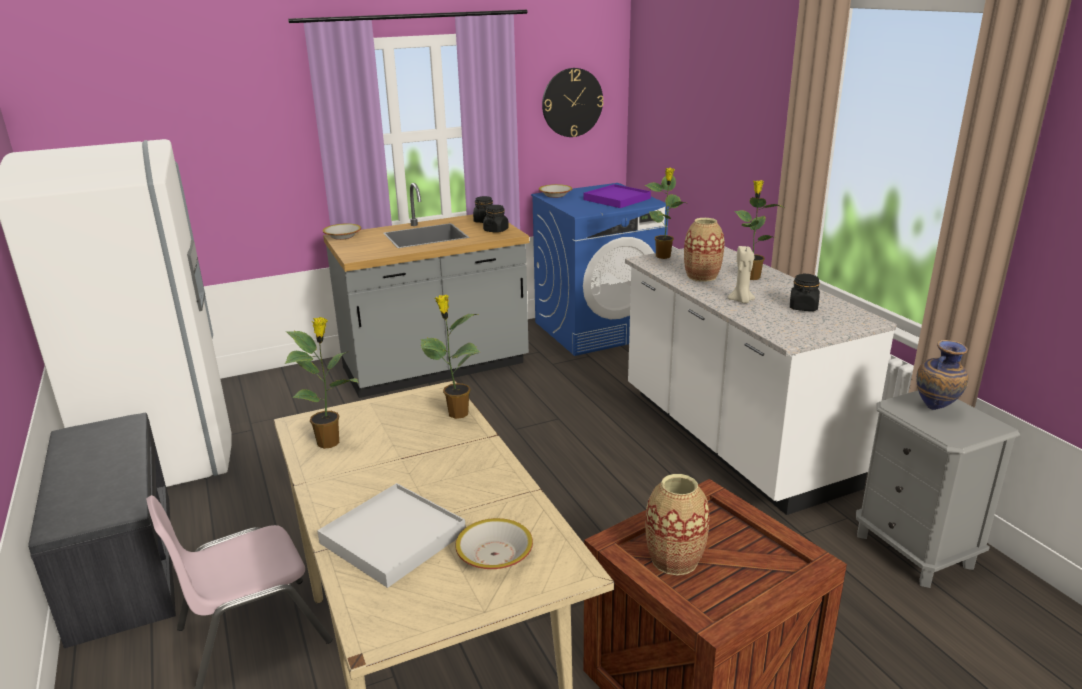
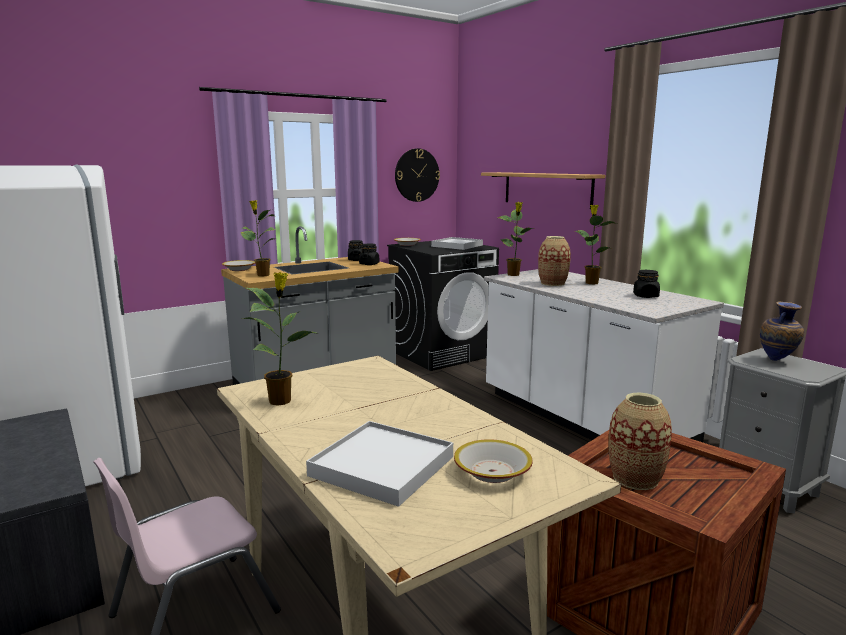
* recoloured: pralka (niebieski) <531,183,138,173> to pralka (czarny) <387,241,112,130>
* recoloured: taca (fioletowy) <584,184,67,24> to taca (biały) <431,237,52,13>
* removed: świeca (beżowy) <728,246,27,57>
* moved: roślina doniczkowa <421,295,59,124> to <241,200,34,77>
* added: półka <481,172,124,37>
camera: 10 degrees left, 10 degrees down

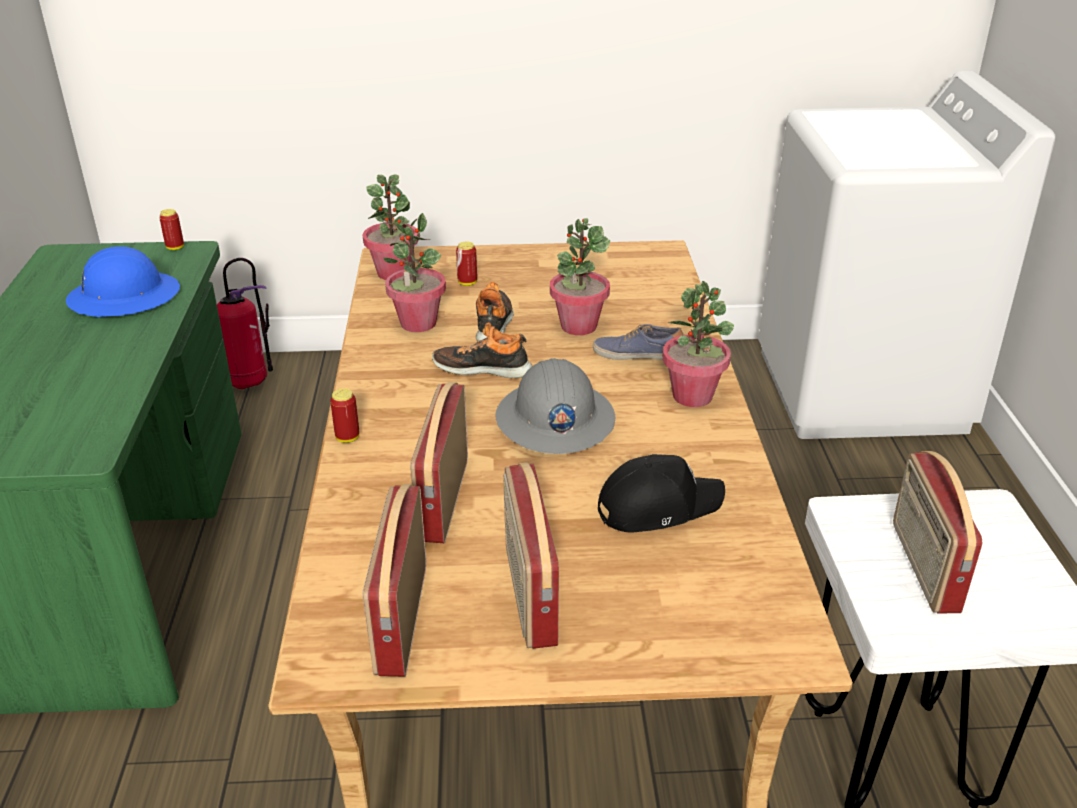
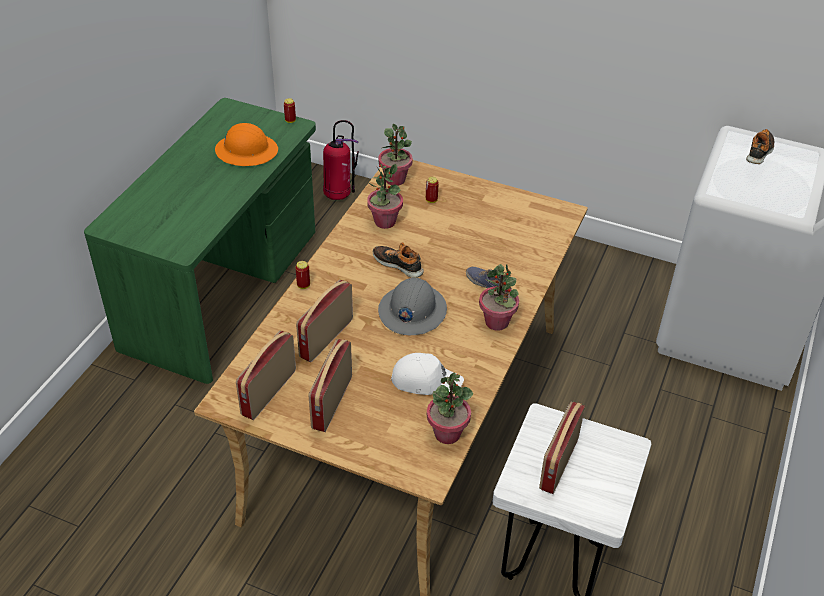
* moved: roślina doniczkowa <550,218,60,117> to <427,372,46,72>
* recoloured: kask (niebieski) <66,246,114,71> to kask (pomarańczowy) <215,123,63,43>
* moved: but <476,282,38,60> to <746,129,28,35>
* recoloured: czapka z daszkiem (czarny) <598,454,127,79> to czapka z daszkiem (biały) <391,353,73,42>
camera: 25 degrees right, 10 degrees up

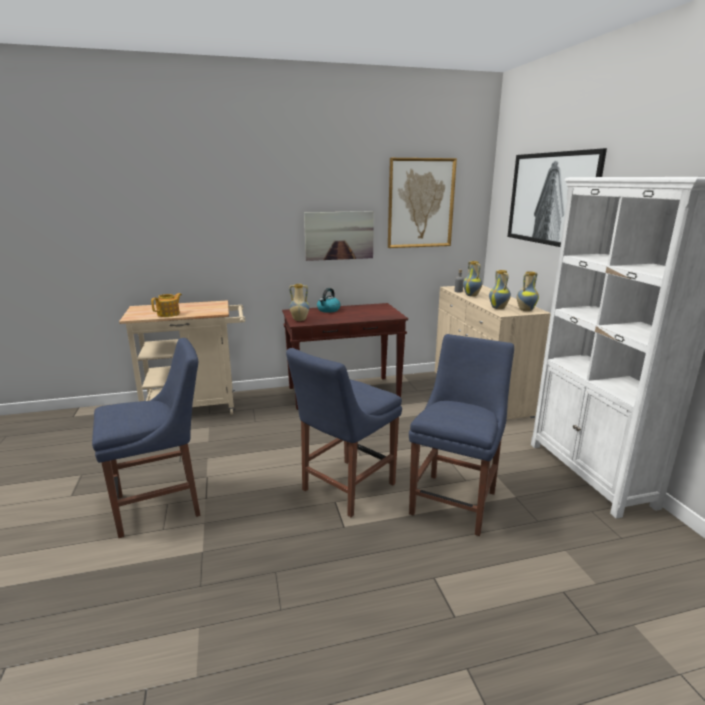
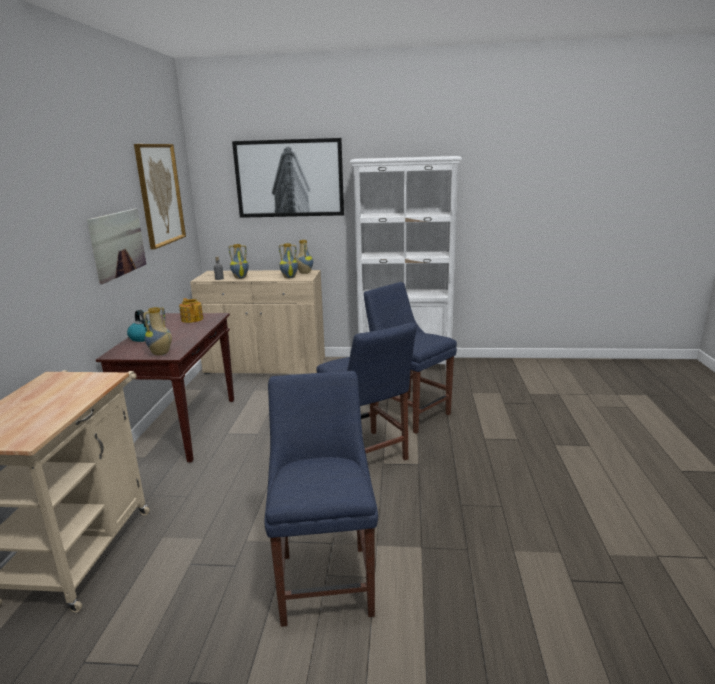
* moved: imbryk <151,293,31,24> to <179,298,24,25>
camera: 70 degrees left, 0 degrees up

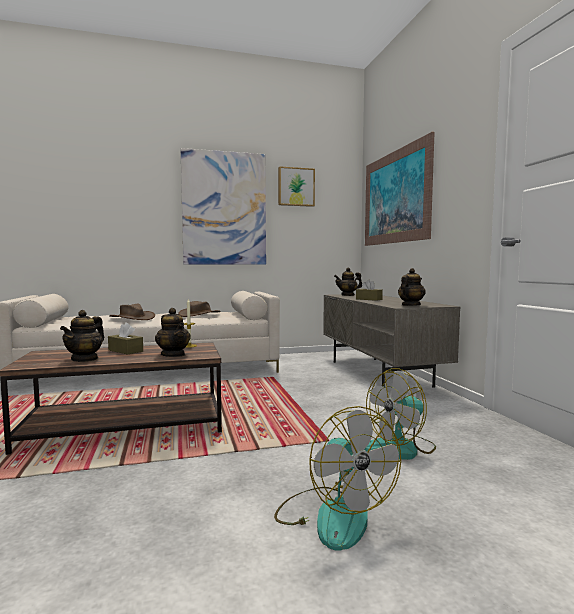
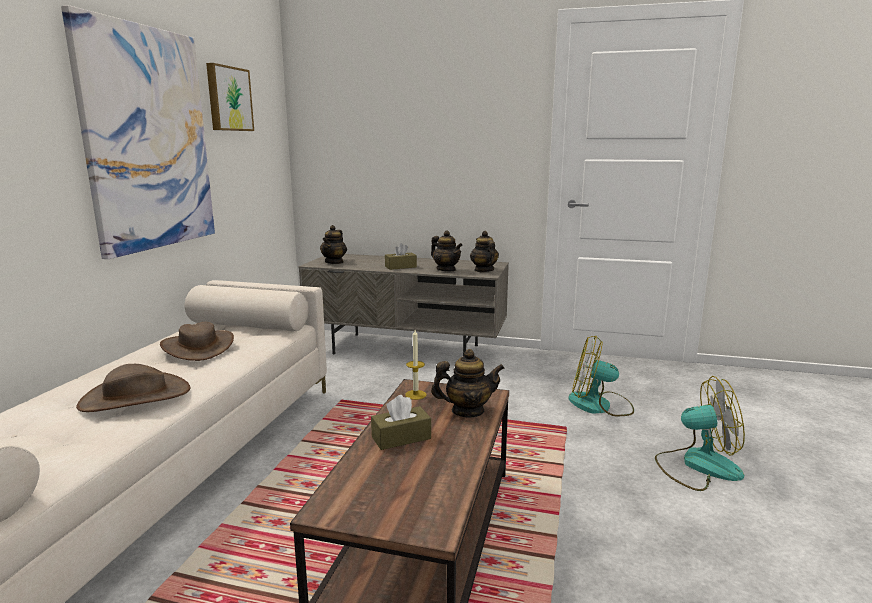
* removed: obraz <365,132,70,114>
* moved: imbryk <60,310,44,52> to <431,231,32,40>
* turned: wentylator <364,368,72,92> = <569,336,65,81> 105 degrees clockwise
camera: 60 degrees left, 10 degrees up

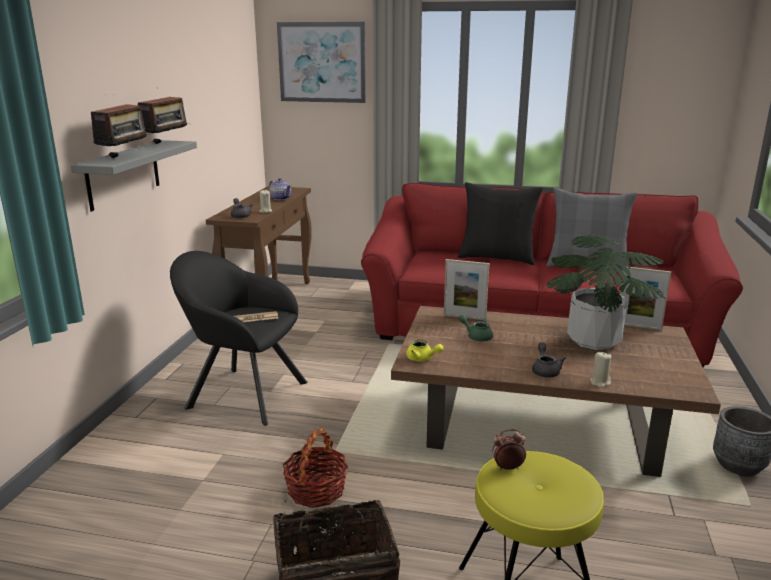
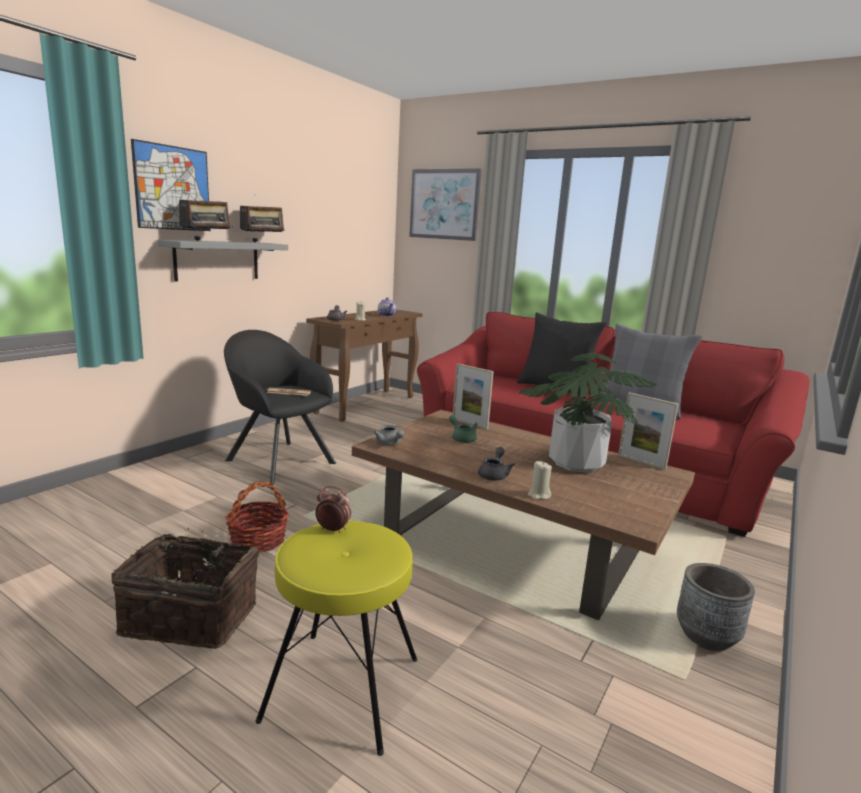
* recoloured: imbryk (żółty) <406,339,37,22> to imbryk (szary) <374,425,30,20>
* added: obraz <131,139,79,92>
camera: 20 degrees right, 5 degrees down

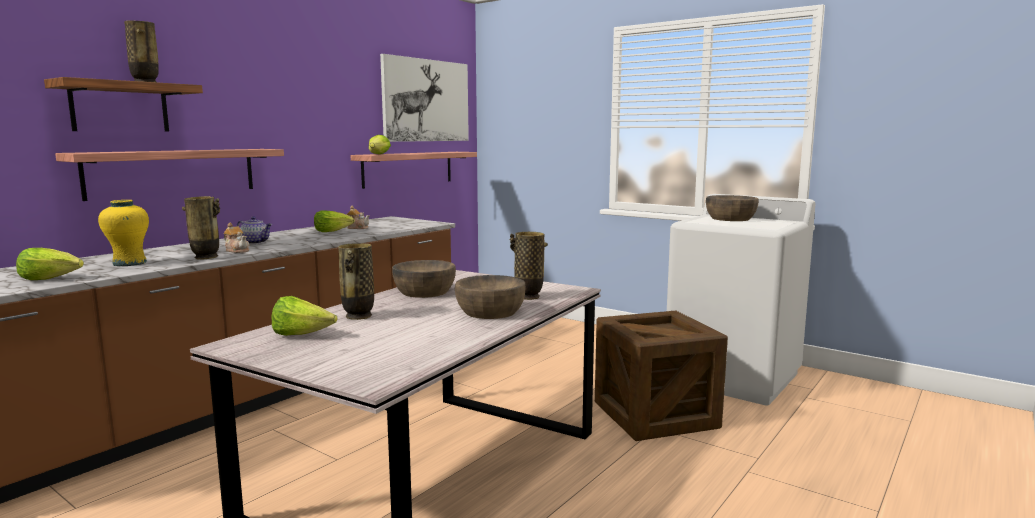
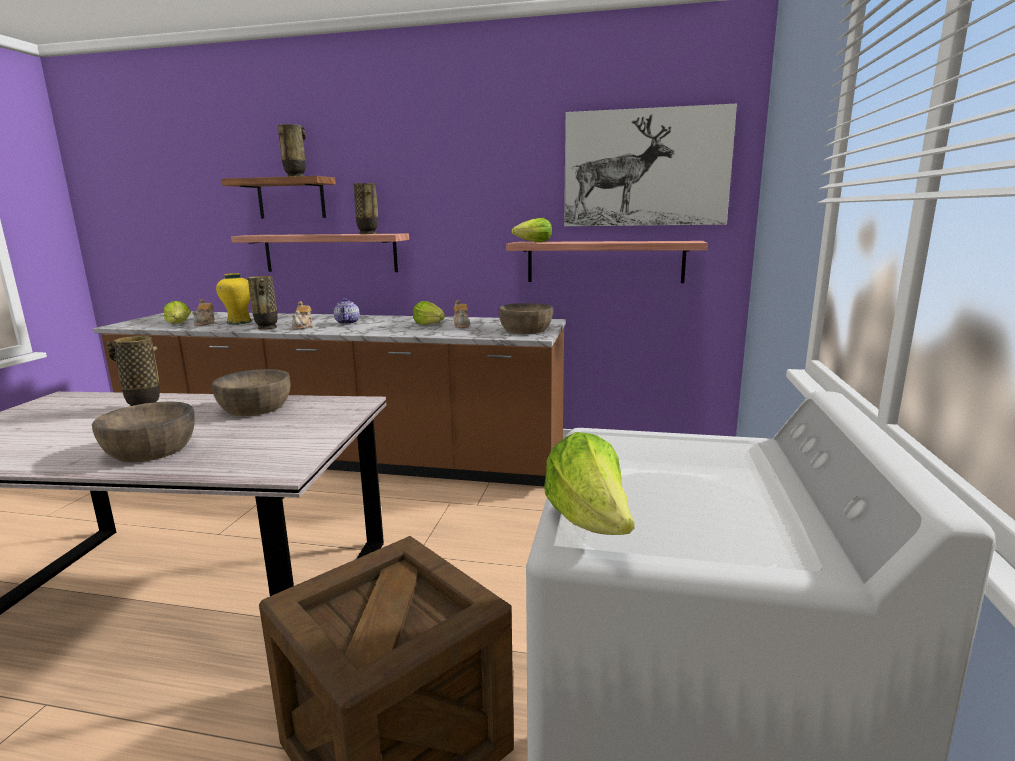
* moved: miska (brązowy) <706,195,53,26> to <499,303,54,31>
* moved: wazon <509,232,39,68> to <353,183,25,51>
* moved: sałata <272,296,65,40> to <544,432,91,103>
* added: imbryk <192,299,23,27>
camera: 65 degrees right, 5 degrees up

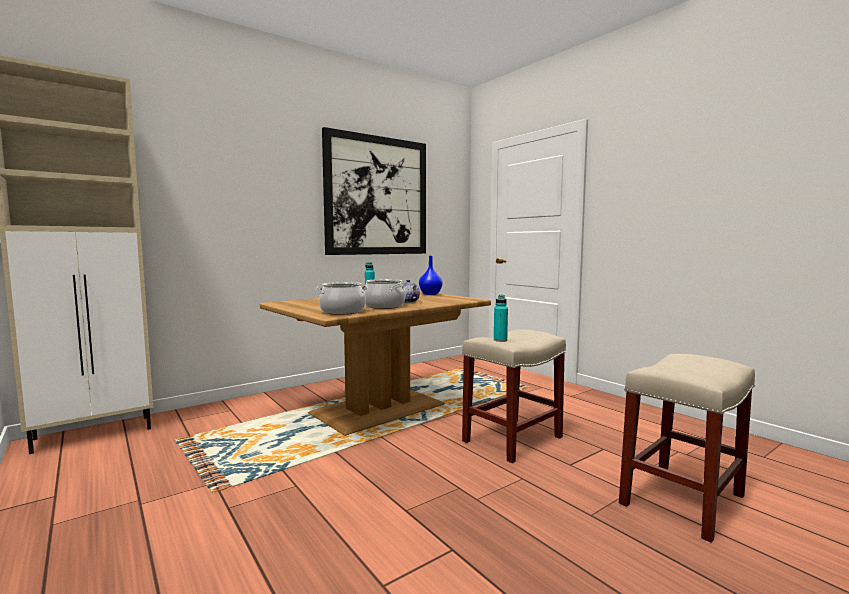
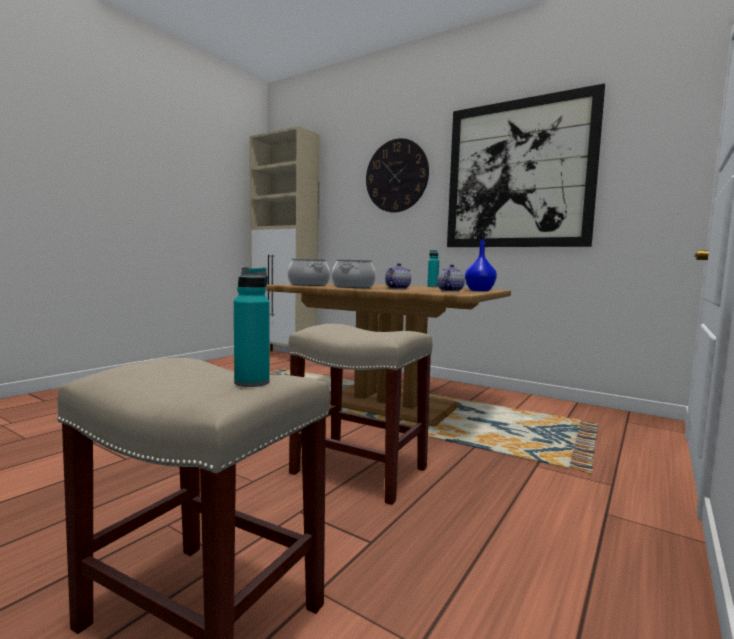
* moved: butelka (turkusowy) <494,295,14,47> to <234,267,36,120>
* added: zegar ścienny <366,138,63,75>
* added: imbryk <437,264,28,28>
camera: 70 degrees right, 0 degrees up

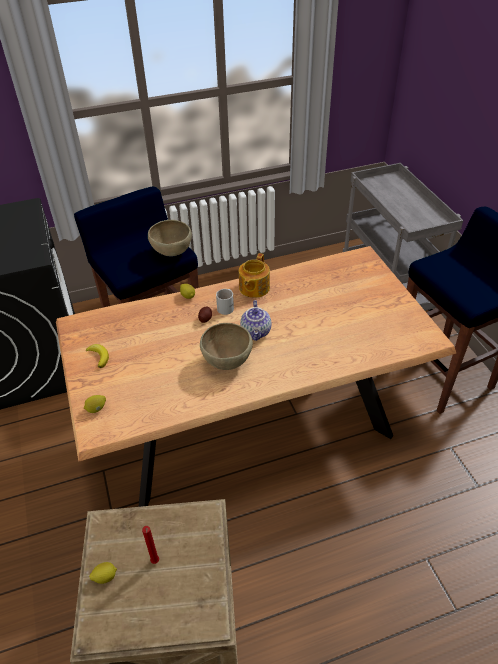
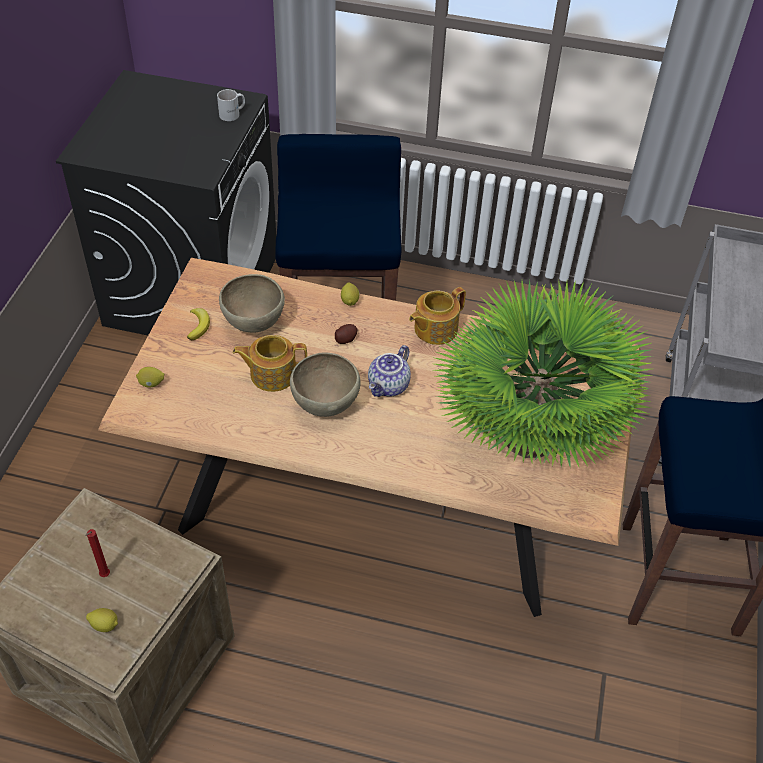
* moved: miska (brązowy) <148,220,44,37> to <219,274,66,59>
* moved: kubek (biały) <216,289,18,26> to <217,89,28,32>
* moved: cytryna <89,562,28,22> to <86,608,32,24>
* added: roślina doniczkowa <434,280,220,189>
* added: imbryk <233,335,74,57>
camera: 30 degrees right, 5 degrees up

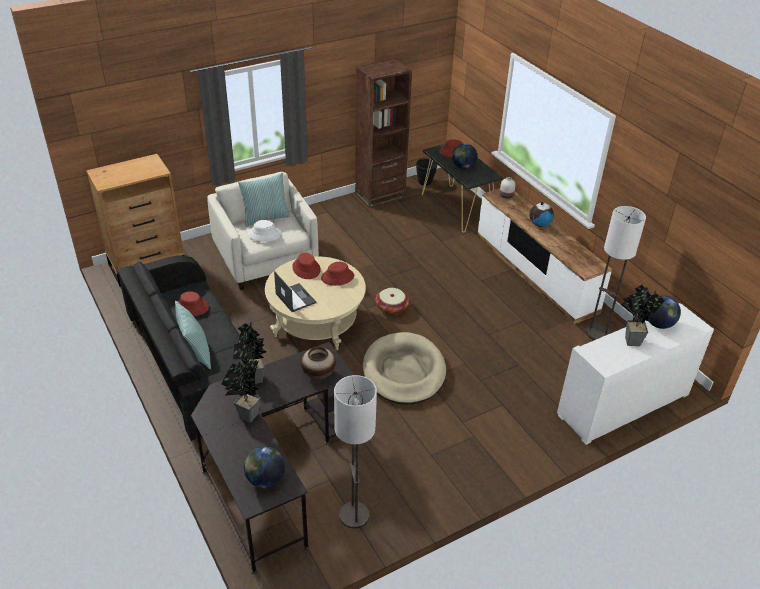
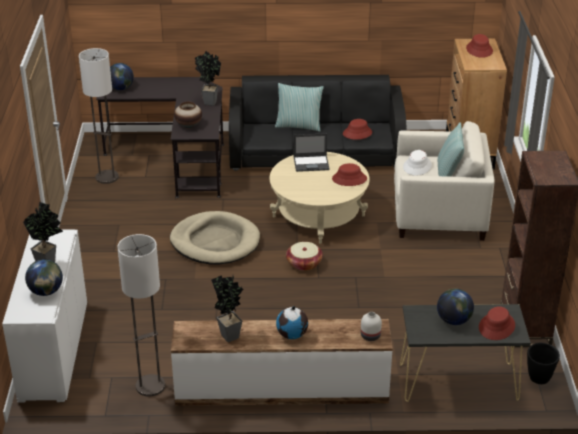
* moved: kapelusz (czerwony) <321,262,33,24> to <466,34,27,24>
* moved: roślina doniczkowa <221,358,40,65> to <211,275,33,67>
camera: 120 degrees right, 5 degrees down

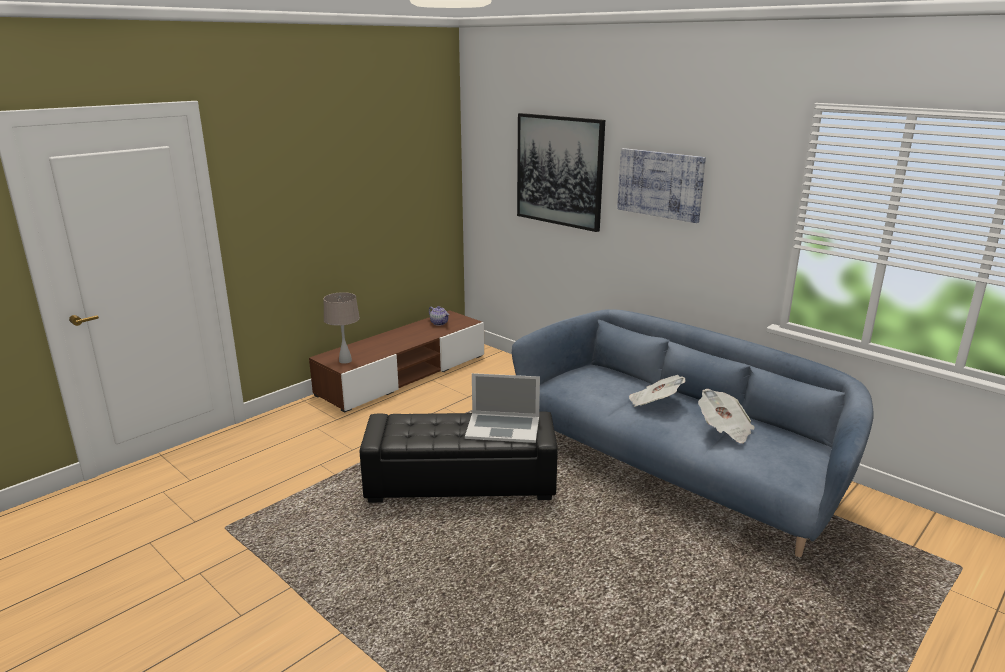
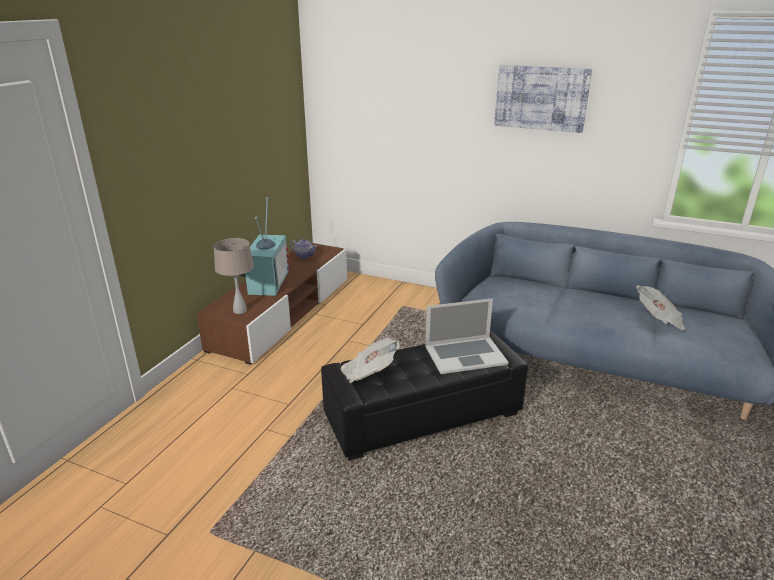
* removed: obraz <517,113,88,119>
* moved: gazeta <629,375,56,32> to <340,337,60,46>
* added: telewizor <239,197,51,99>
camera: 20 degrees left, 5 degrees up

